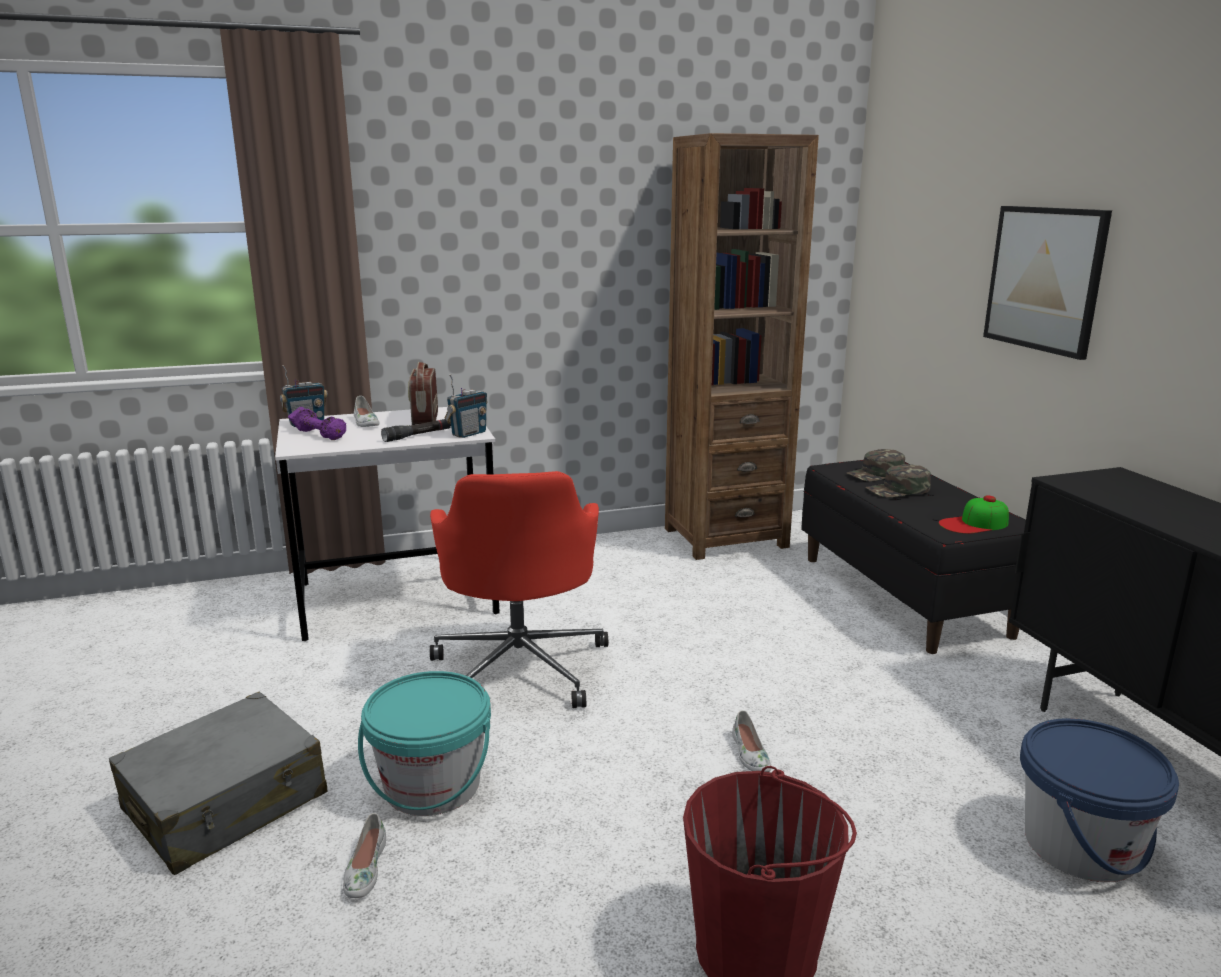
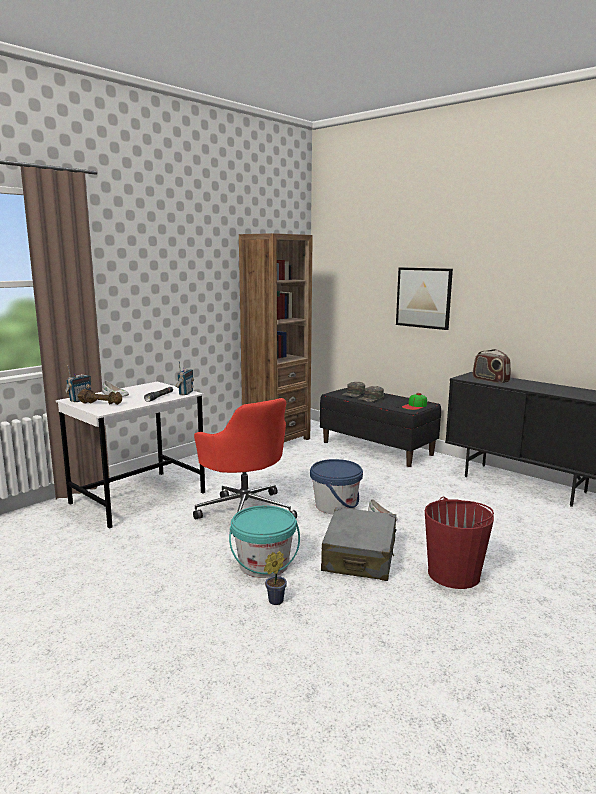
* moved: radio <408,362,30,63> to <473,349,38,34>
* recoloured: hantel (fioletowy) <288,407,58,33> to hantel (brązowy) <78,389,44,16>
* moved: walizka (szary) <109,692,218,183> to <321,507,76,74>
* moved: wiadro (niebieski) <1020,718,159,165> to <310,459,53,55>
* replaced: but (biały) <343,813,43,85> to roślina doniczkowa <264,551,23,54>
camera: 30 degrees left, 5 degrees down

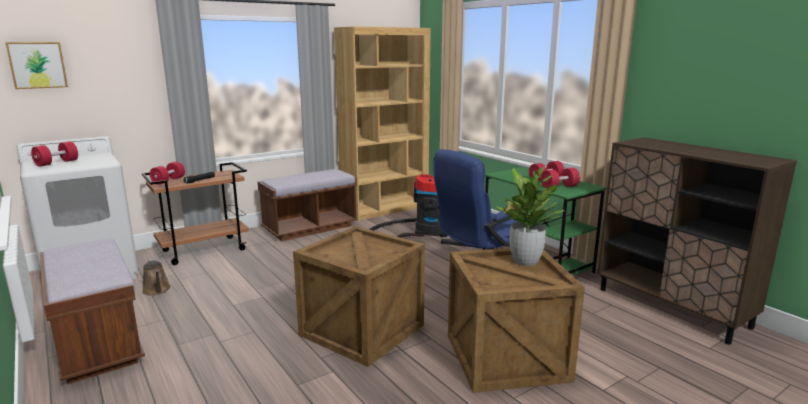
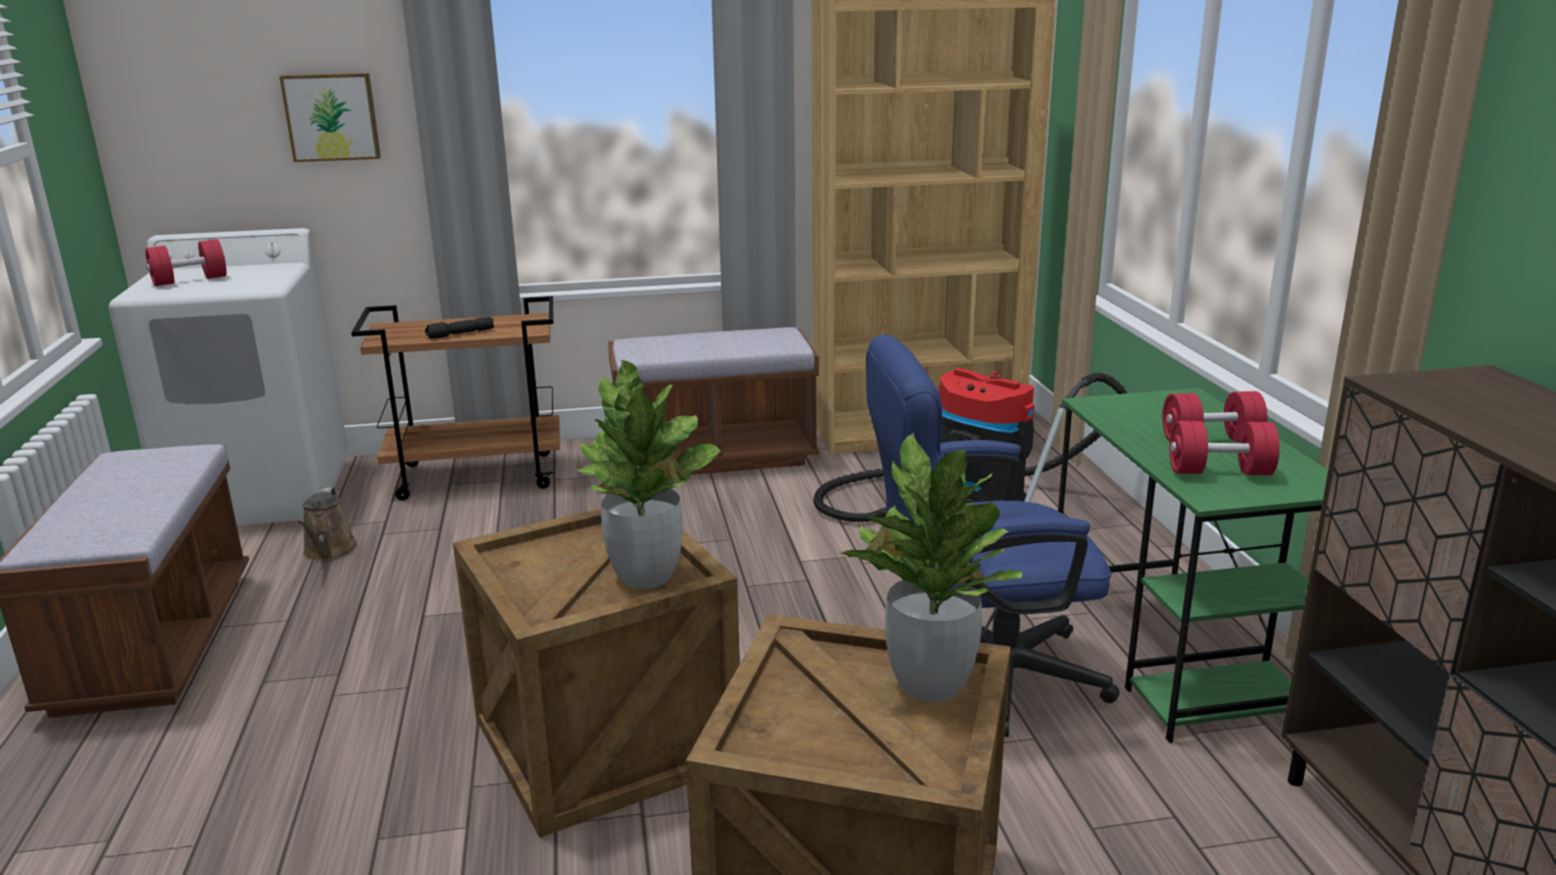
* moved: obraz <5,42,63,47> to <279,73,102,89>
* removed: hantel (czerwony) <150,162,35,23>
* added: roślina doniczkowa <577,360,145,229>
camera: 25 degrees right, 5 degrees up

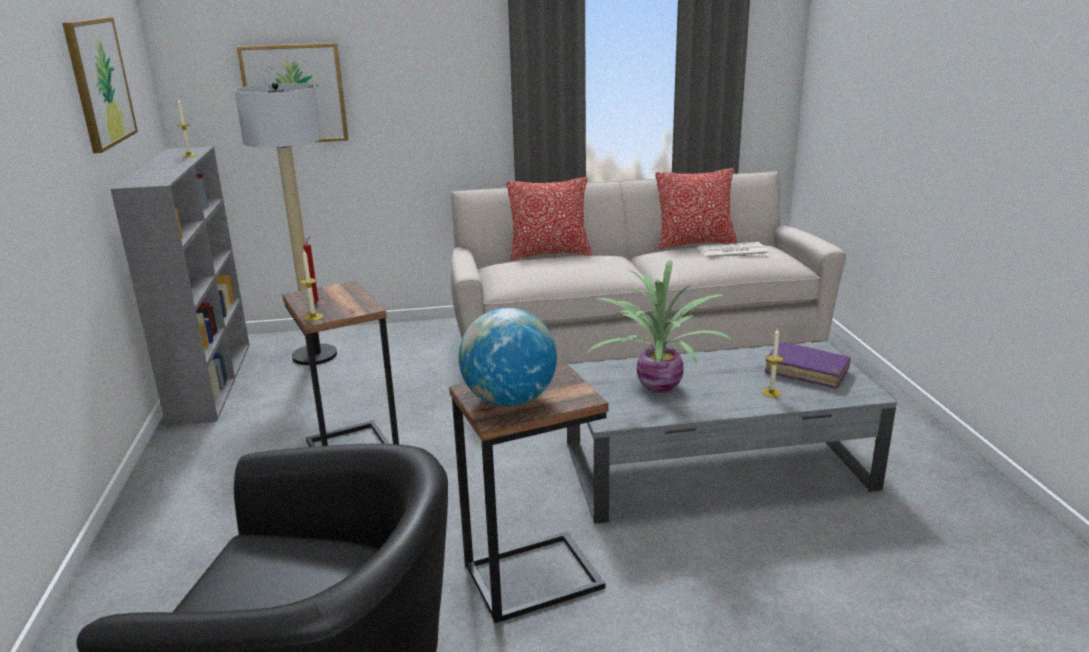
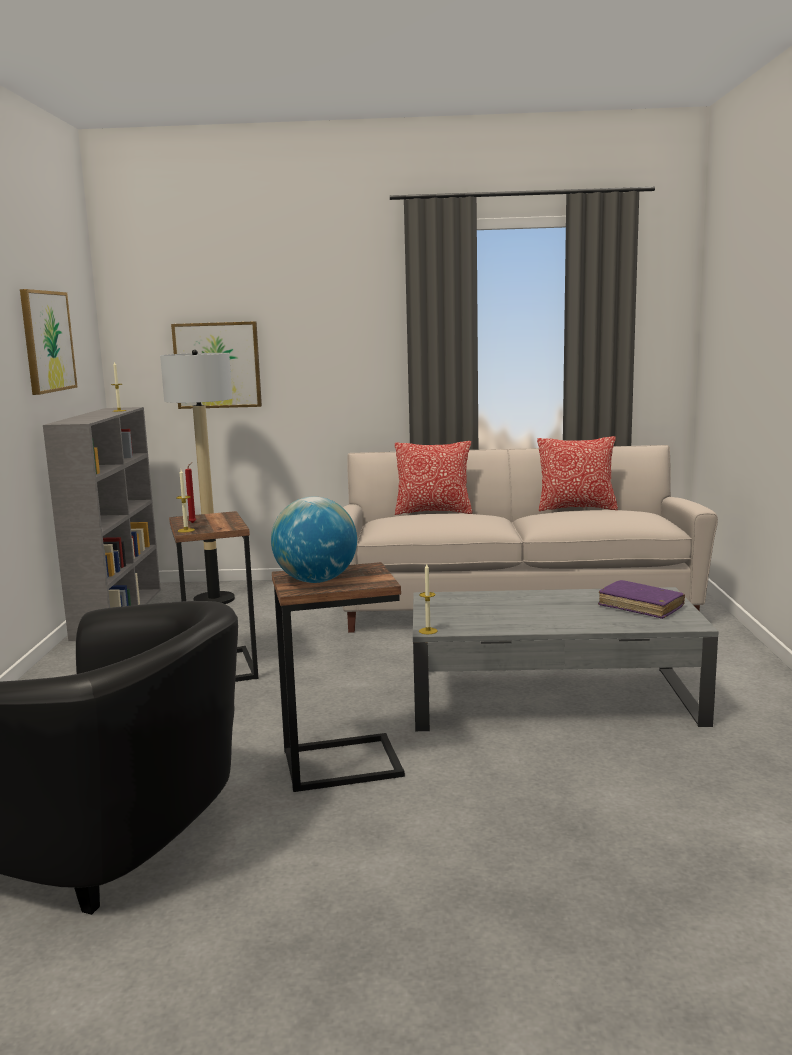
* removed: gazeta <698,242,71,17>
* removed: roślina doniczkowa <587,260,147,133>
* moved: świeca <762,328,21,70> to <419,564,19,70>
camera: 10 degrees right, 10 degrees down

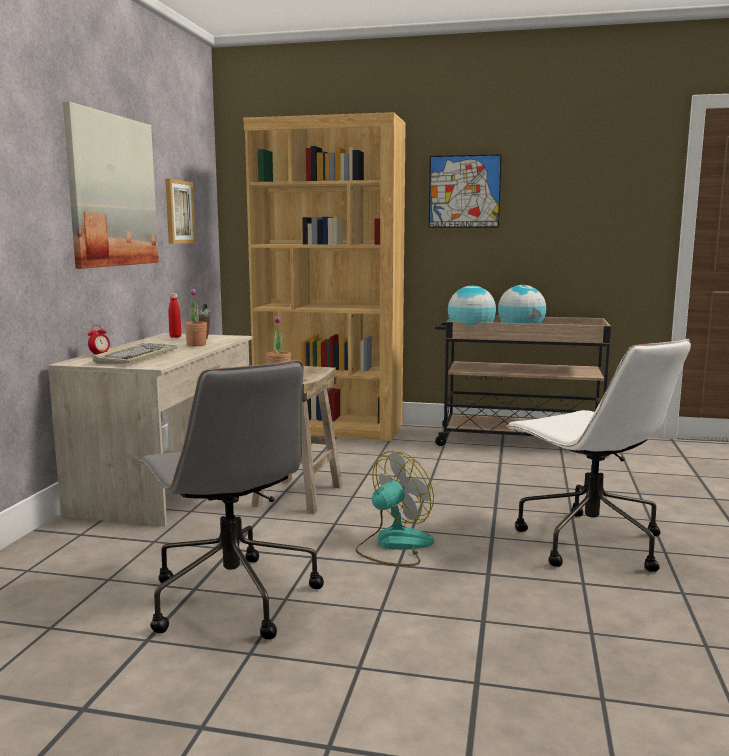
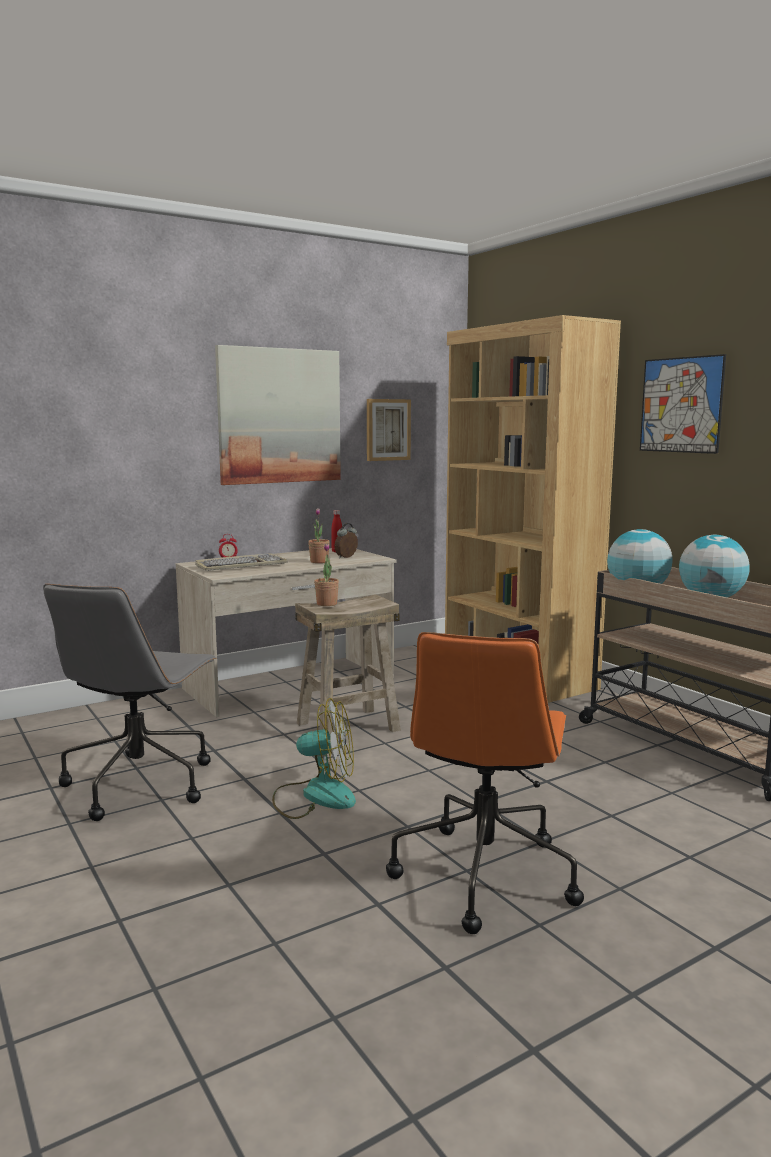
* recoloured: krzesło biurowe (biały) <506,339,185,233> to krzesło biurowe (pomarańczowy) <386,632,198,302>
camera: 45 degrees right, 0 degrees up

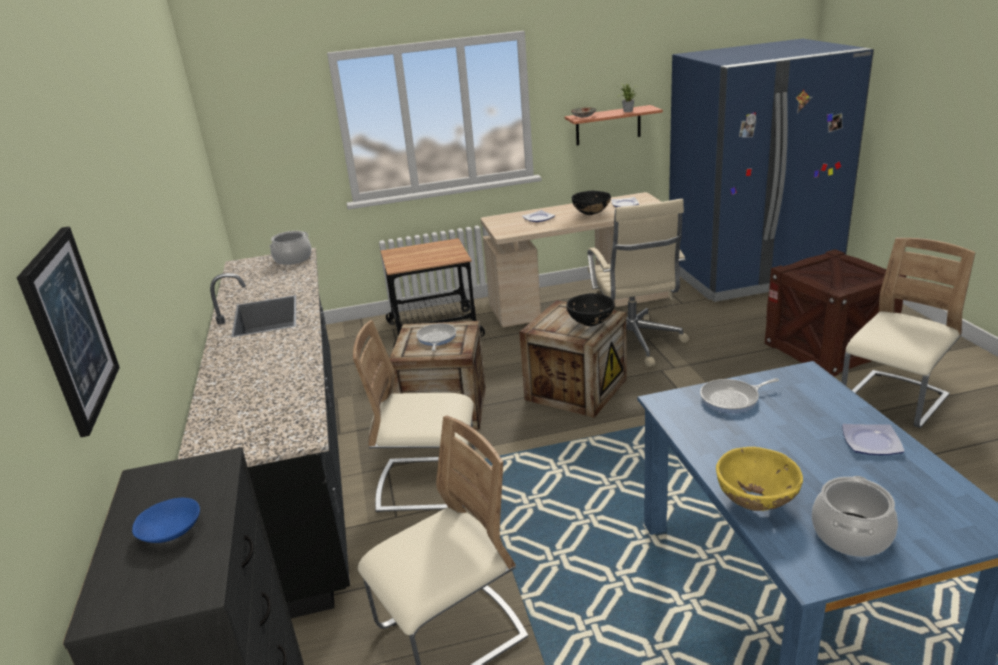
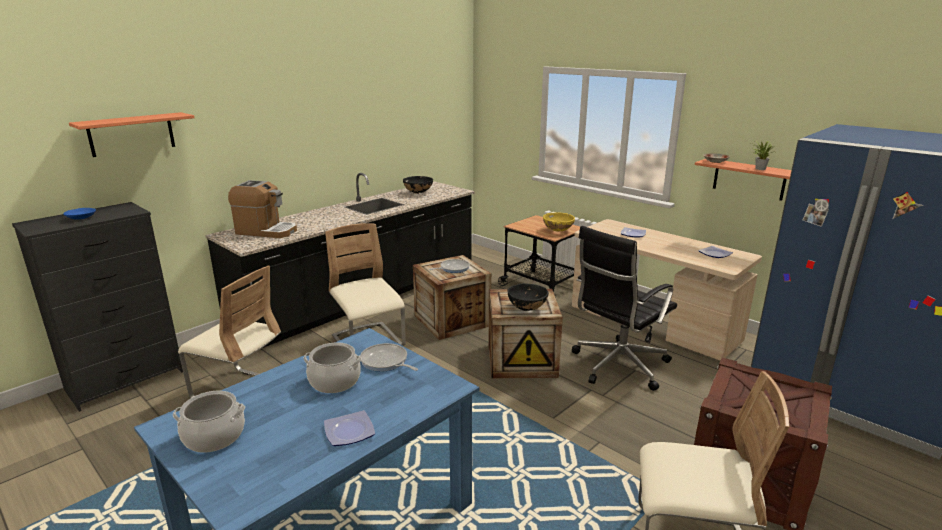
* moved: miska (czarny) <572,190,39,25> to <403,176,30,18>
* recoloured: krzesło biurowe (beżowy) <588,199,101,168> to krzesło biurowe (czarny) <572,226,105,165>
* replaced: obraz <17,226,103,211> to półka <69,112,125,45>
* moved: garnek <270,231,41,34> to <303,342,59,51>
* moved: miska (żółty) <716,447,87,64> to <543,212,32,20>
* added: ekspres do kawy <228,180,69,58>
camera: 55 degrees right, 5 degrees down

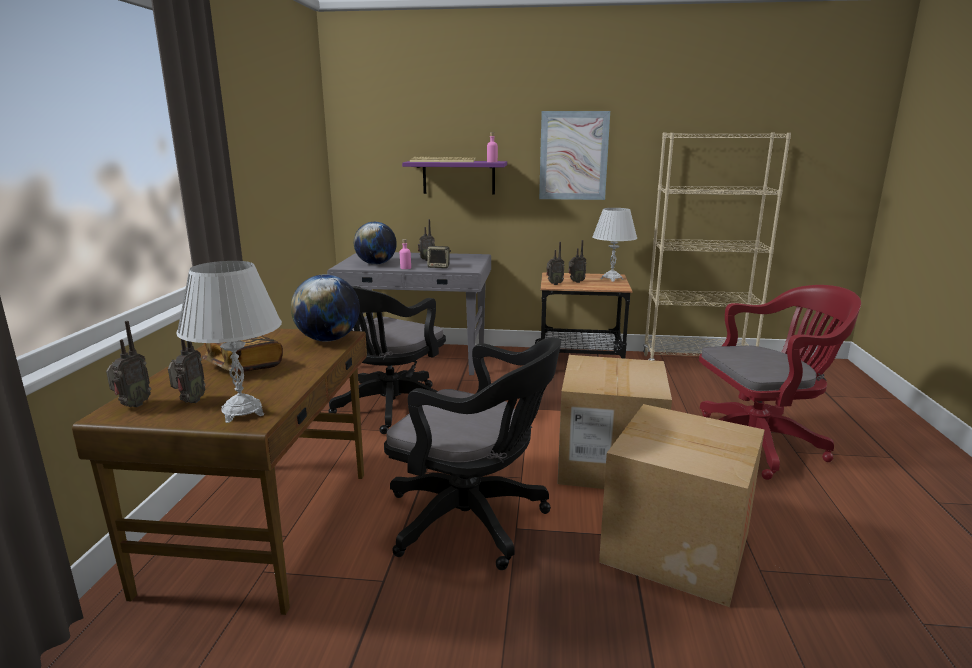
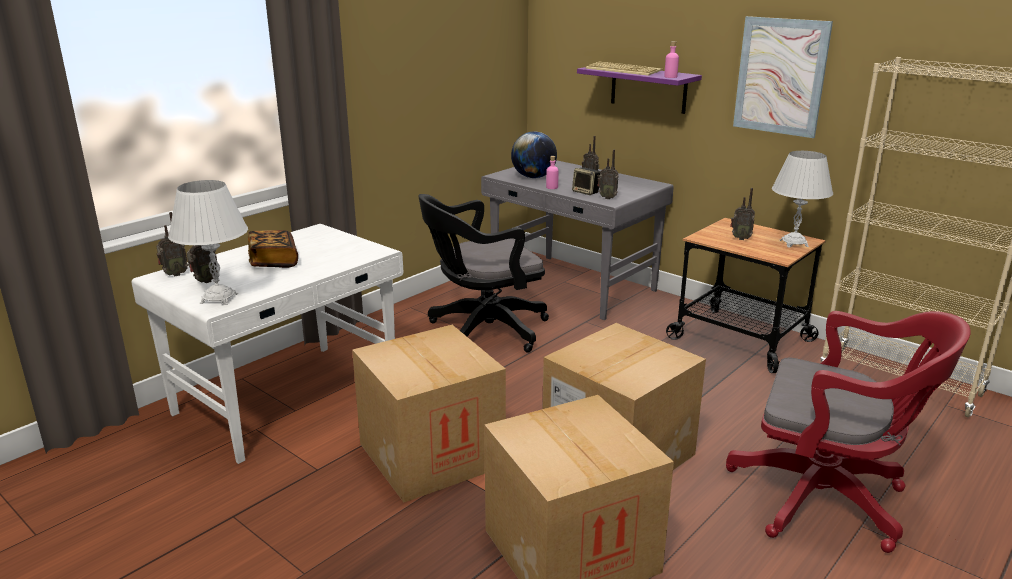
* moved: radio <546,242,19,43> to <597,150,22,49>
* removed: globus <291,274,69,67>
* recoloured: biurko (brązowy) <72,328,295,287> to biurko (biały) <132,224,271,240>
* replaced: krzesło biurowe (czarny) <384,337,177,233> to karton <352,325,154,177>
camera: 35 degrees right, 5 degrees up

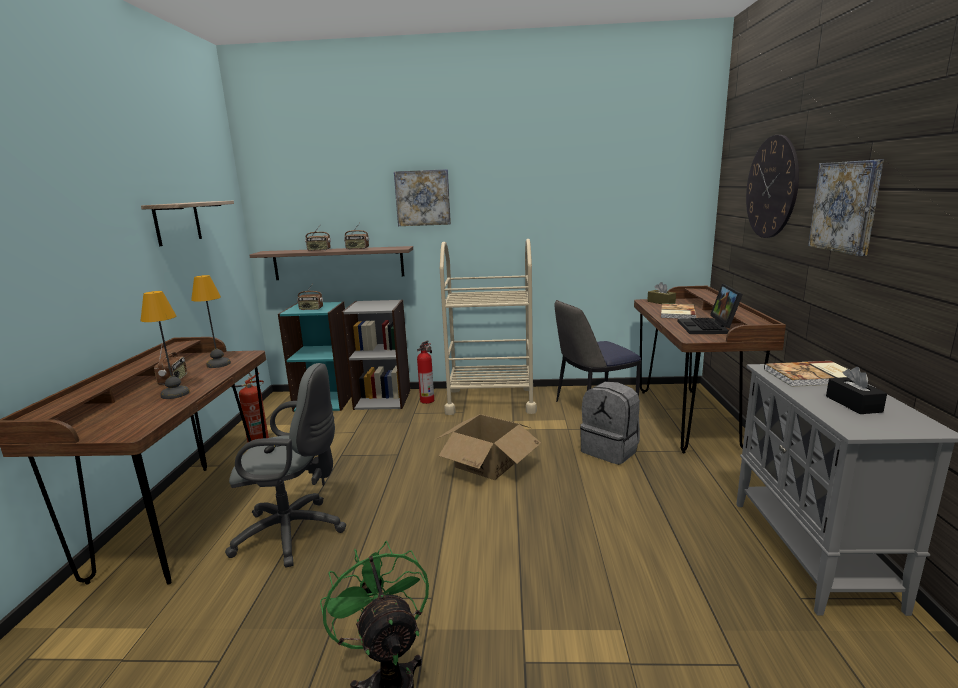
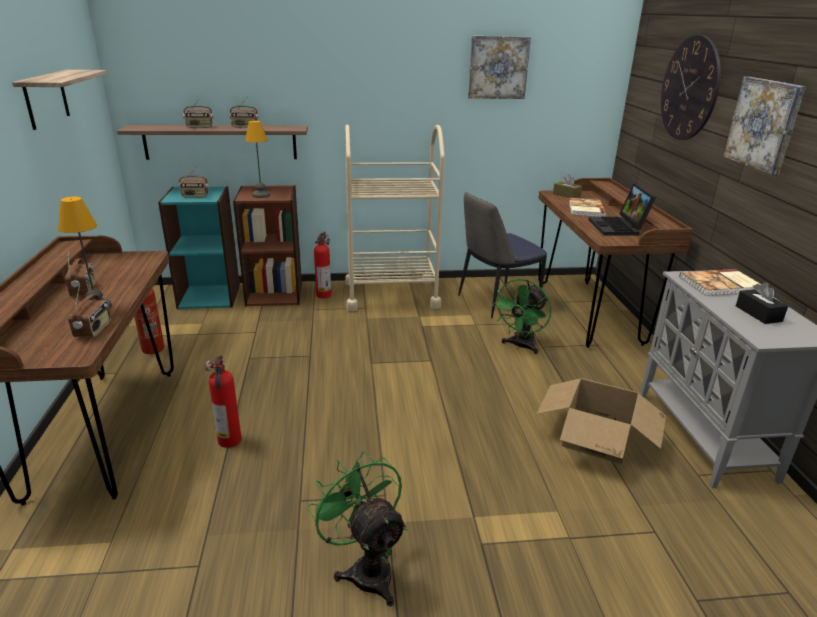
* moved: obraz <394,169,57,57> to <468,36,63,63>
* moved: lampa stołowa <191,275,40,93> to <245,121,25,77>
* recoloured: regał (szary) <342,300,68,110> to regał (brązowy) <233,185,69,121>
* replaced: krzesło biurowe (szary) <225,363,121,205> to gaśnica <205,355,36,93>
* replaced: plecak (szary) <580,382,60,83> to wentylator (zielony) <492,279,59,75>
* moved: karton <436,414,105,66> to <537,378,129,86>
* added: radio <68,284,43,54>
camera: 10 degrees left, 10 degrees up

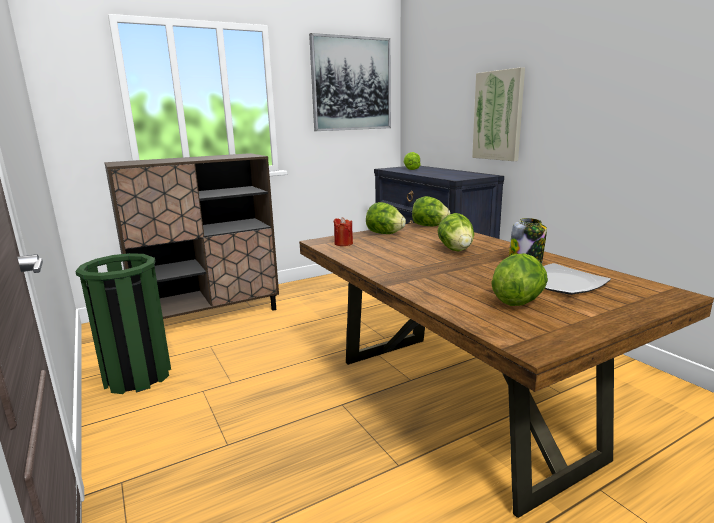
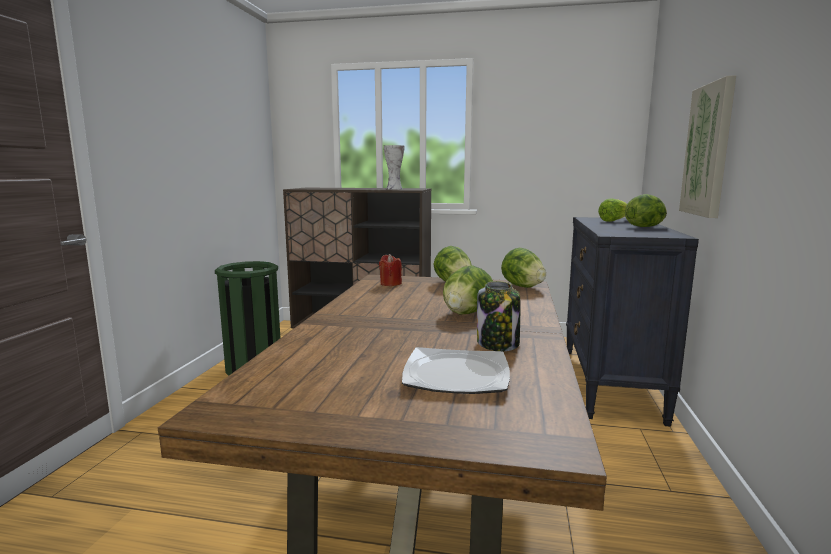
* removed: obraz <309,33,82,98>
* moved: sałata <491,253,57,53> to <625,194,42,33>
* added: wazon <384,145,21,45>
camera: 40 degrees right, 5 degrees down

